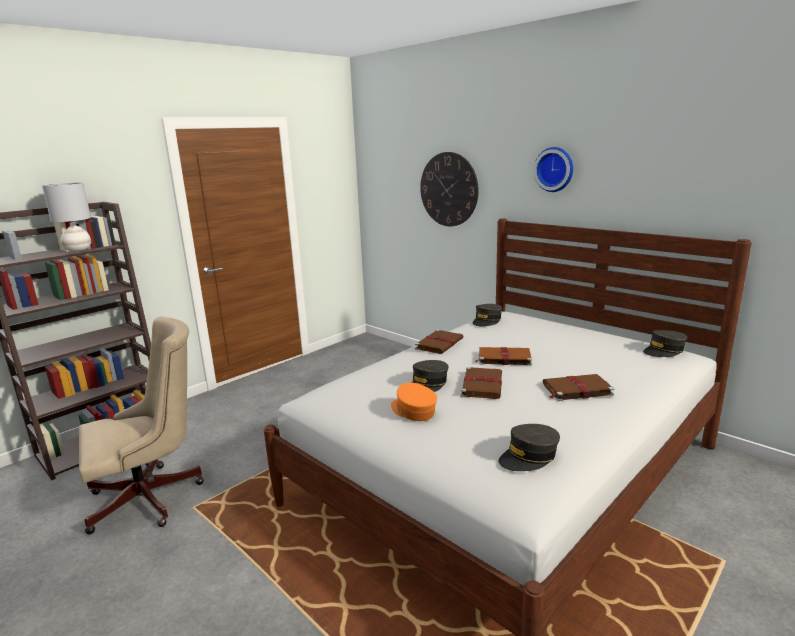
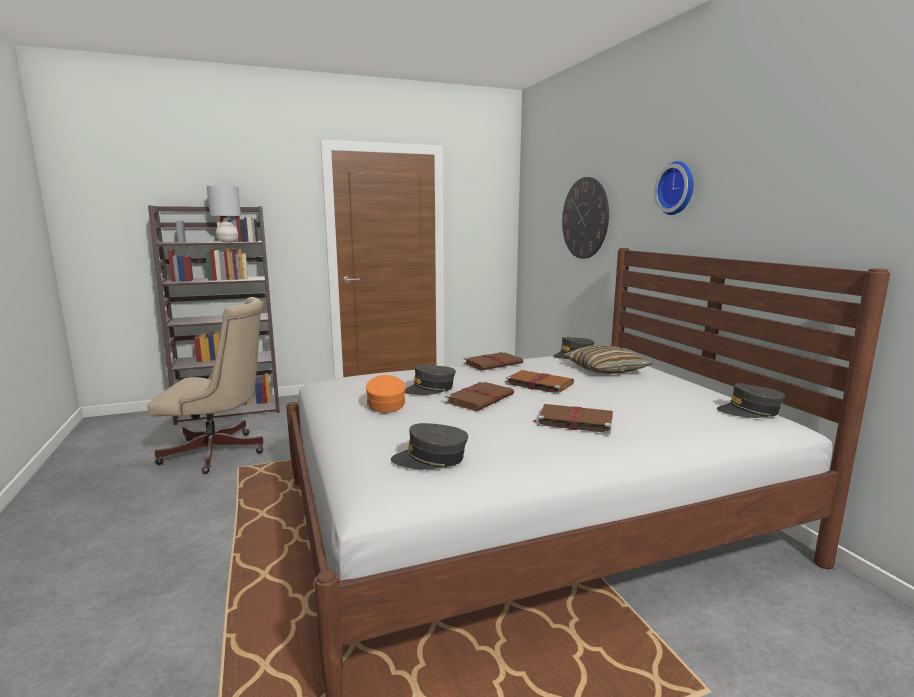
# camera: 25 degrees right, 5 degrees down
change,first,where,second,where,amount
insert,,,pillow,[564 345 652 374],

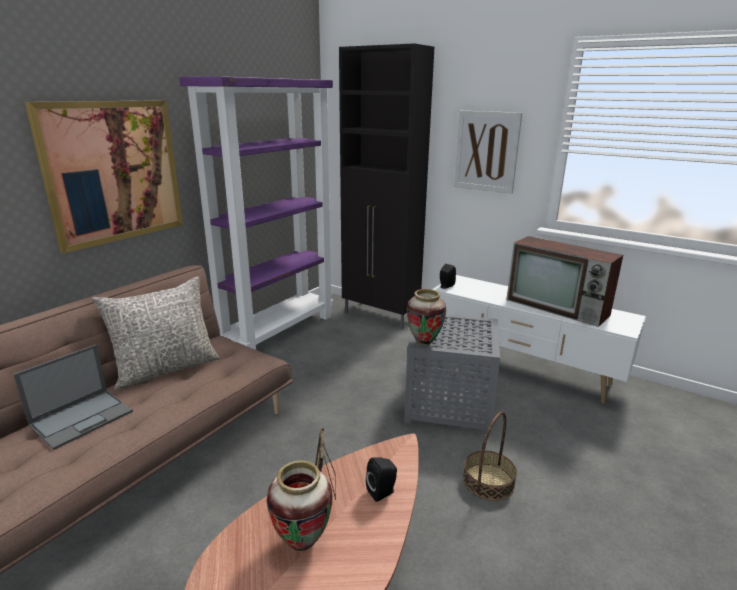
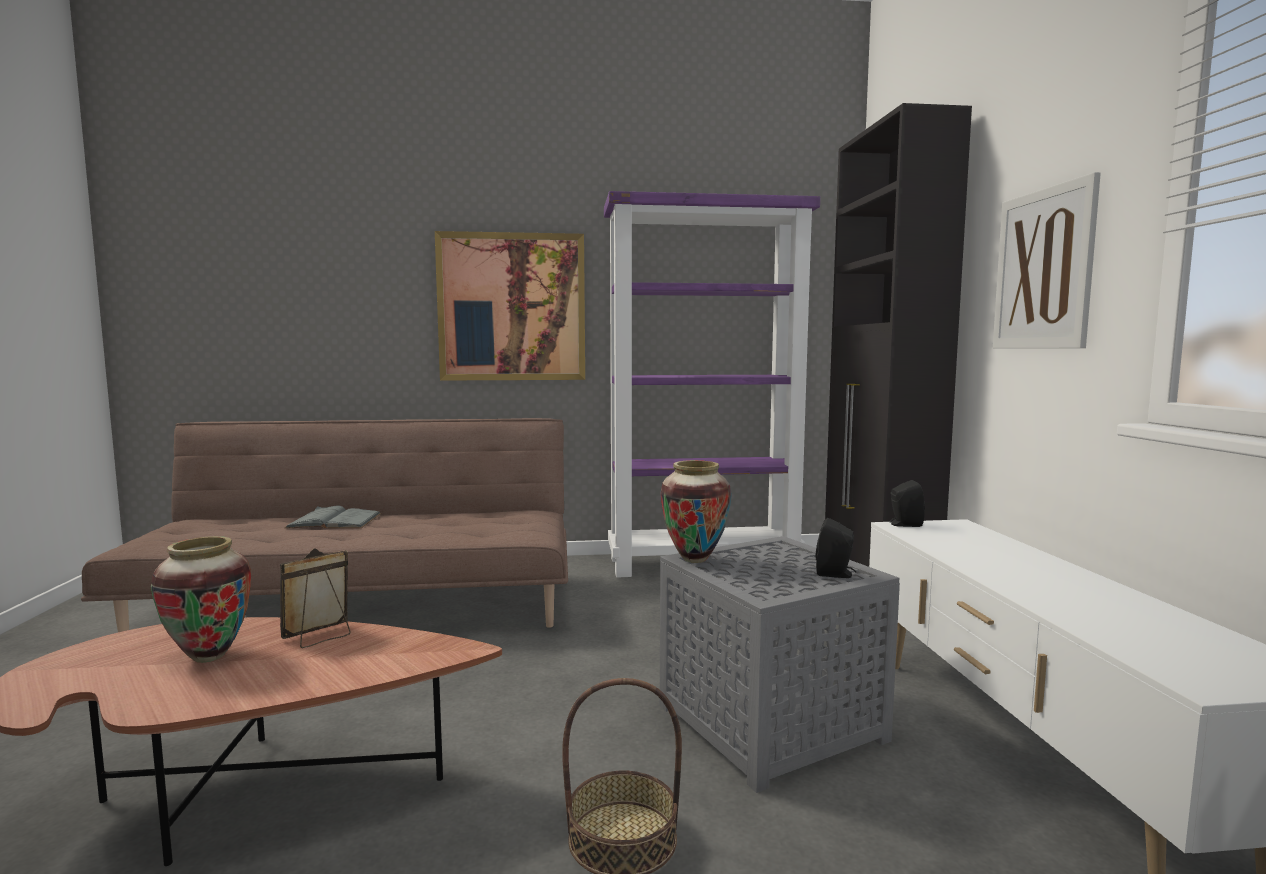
# camera: 50 degrees right, 15 degrees down
change,first,where,second,where,amount
delete,grey pillow,[92 276 220 390],,,
delete,television,[507 236 623 327],,,
move,black speaker,[366 457 397 502],,[816 518 856 578],
replace,laptop,[13 344 133 450],grey book,[284 506 381 528],

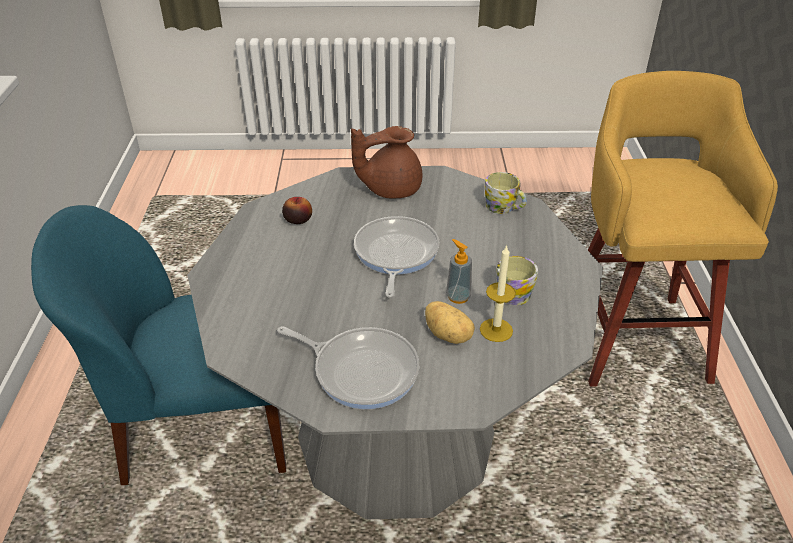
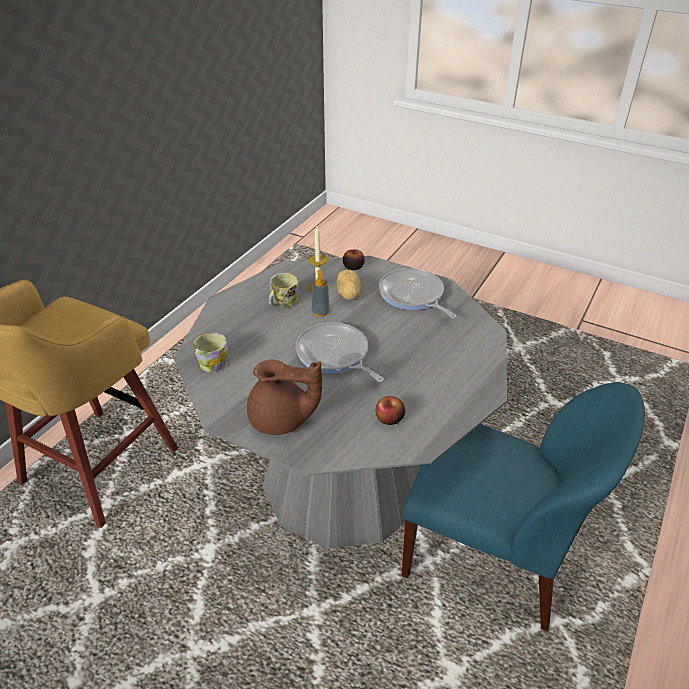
# camera: 150 degrees left, 0 degrees up
change,first,where,second,where,amount
insert,,,apple,[343 249 365 270],
rotate,frying pan,[354 216 440 297],,[296 322 384 382],105 degrees clockwise

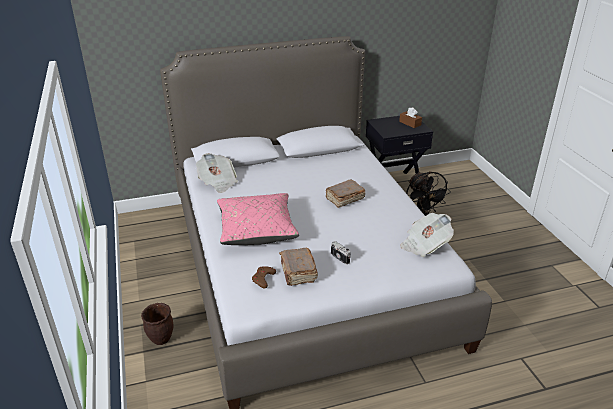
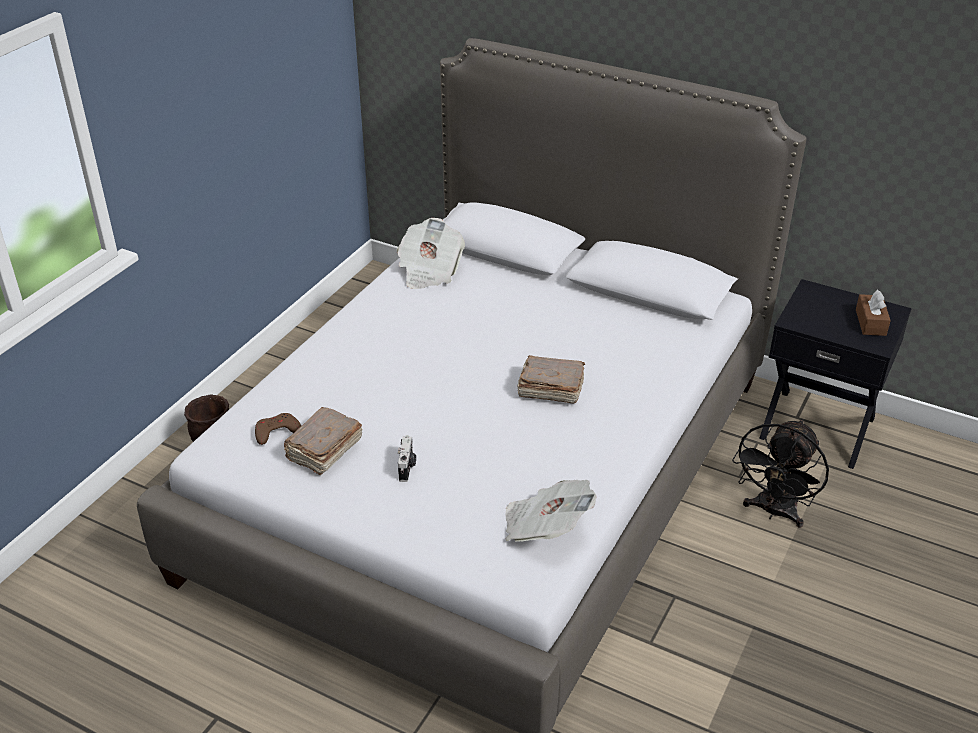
# camera: 45 degrees right, 5 degrees up
change,first,where,second,where,amount
delete,pink pillow,[217 193 299 245],,,

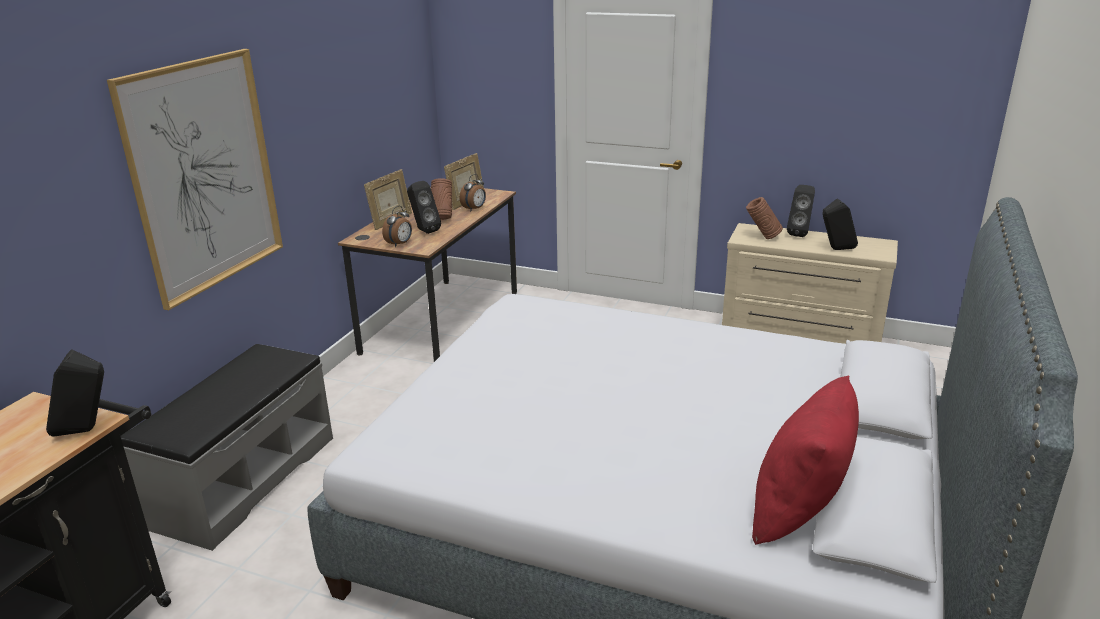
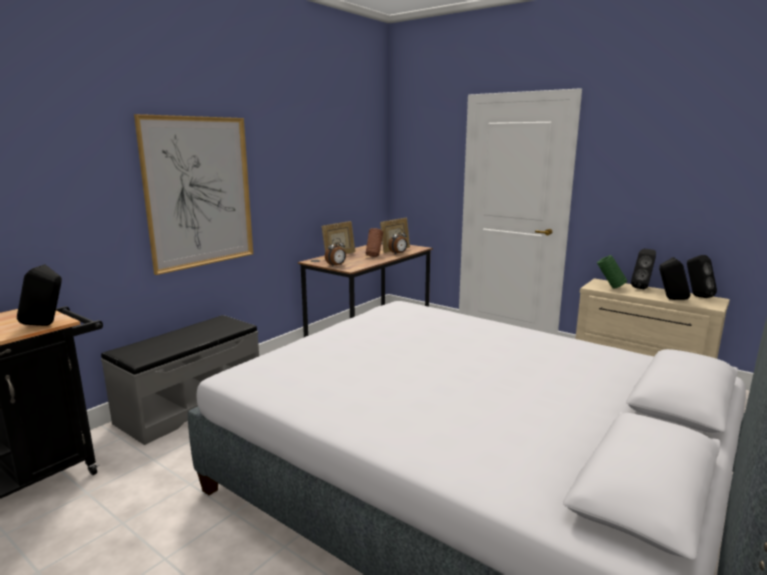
# camera: 15 degrees right, 10 degrees down
change,first,where,second,where,amount
delete,red pillow,[752 376 859 545],,,
move,black speaker,[407 181 441 234],,[687 255 717 298],
recolor,brown vase,[746 197 783 239],green vase,[597 255 627 289],

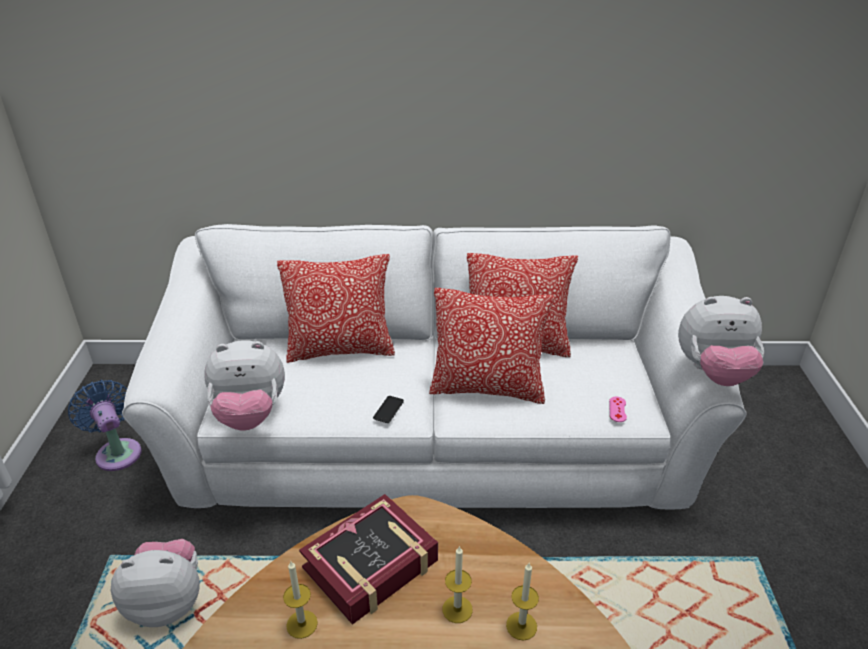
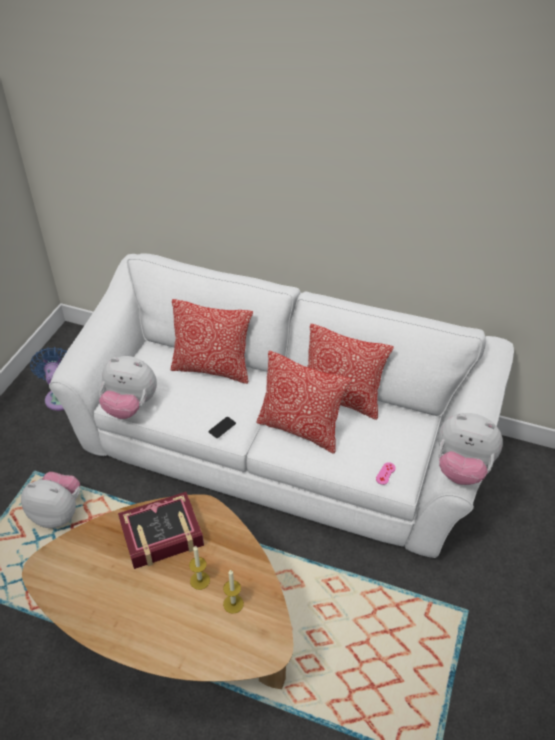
# camera: 20 degrees right, 10 degrees up
change,first,where,second,where,amount
delete,candle,[283 561 318 639],,,

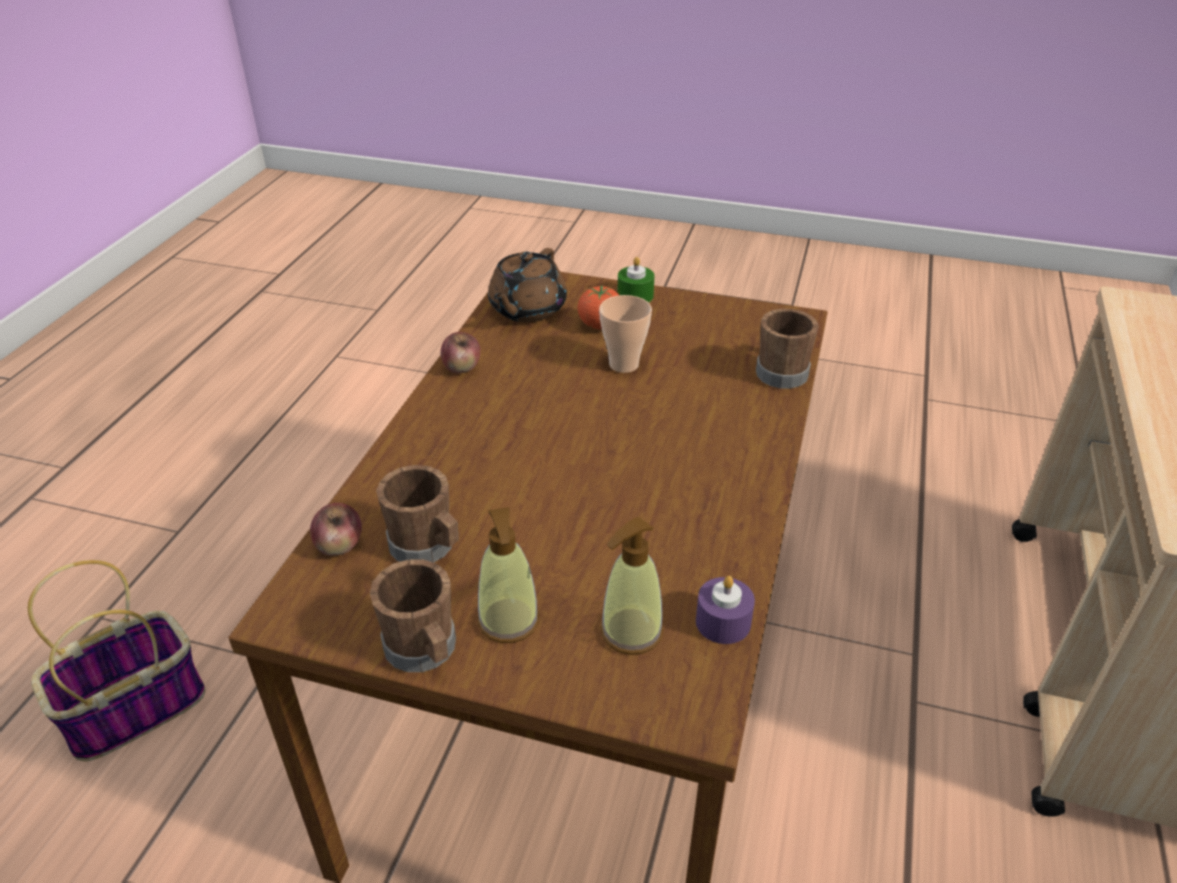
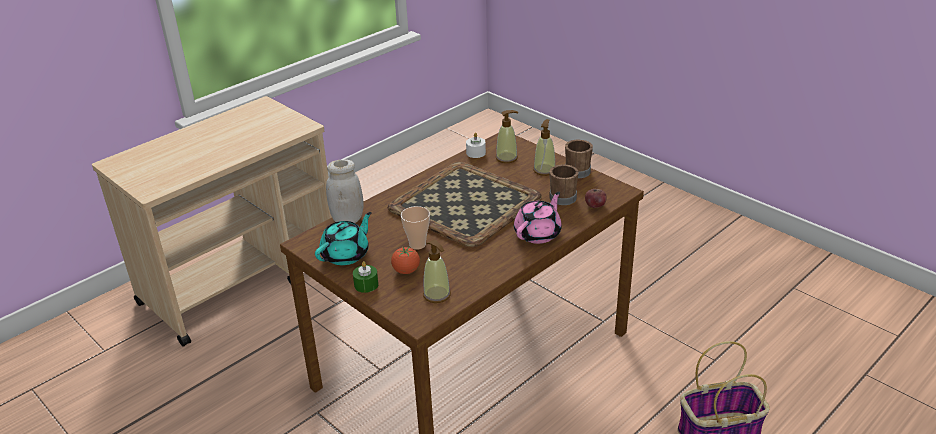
# camera: 150 degrees left, 5 degrees down
change,first,where,second,where,amount
delete,apple,[440 332 480 374],,,
insert,,,turquoise teapot,[315 212 372 265],
insert,,,tray,[388 162 542 248],
insert,,,pink teapot,[514 192 562 244],
replace,brown teapot,[488 248 567 322],soap dispenser,[423 240 451 303],
replace,brown mug,[756 309 819 389],white jar,[326 160 364 223],
recolor,purple candle,[696 576 755 644],white candle,[466 132 486 158],

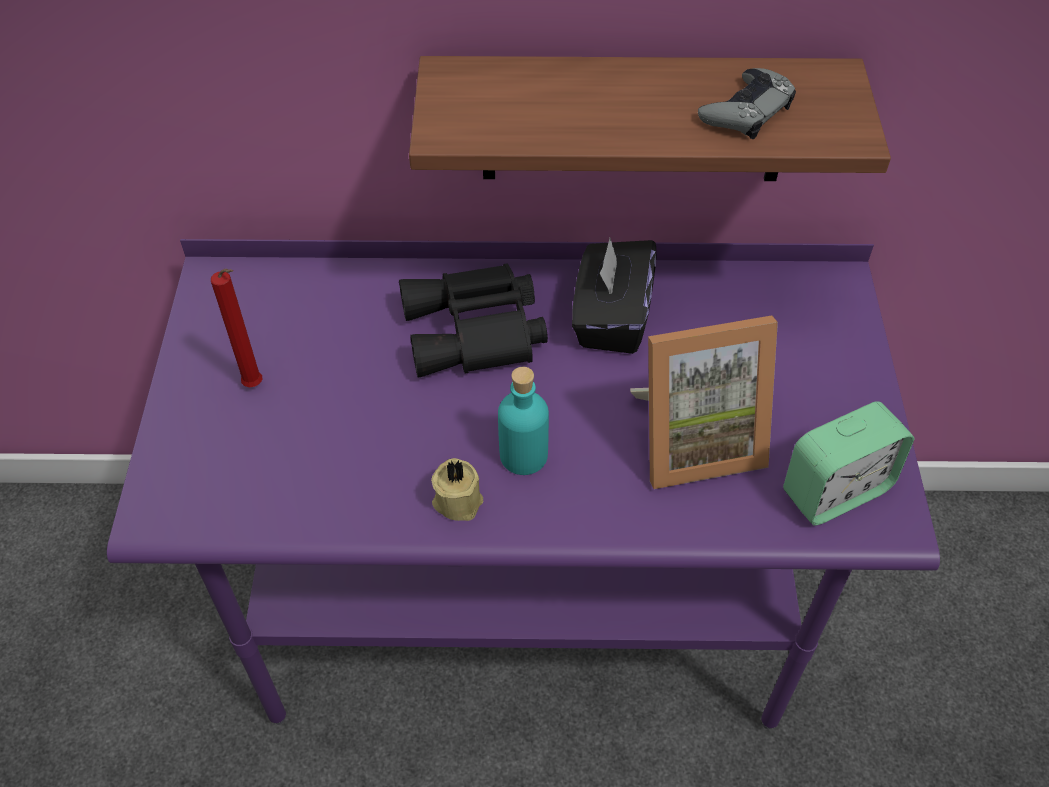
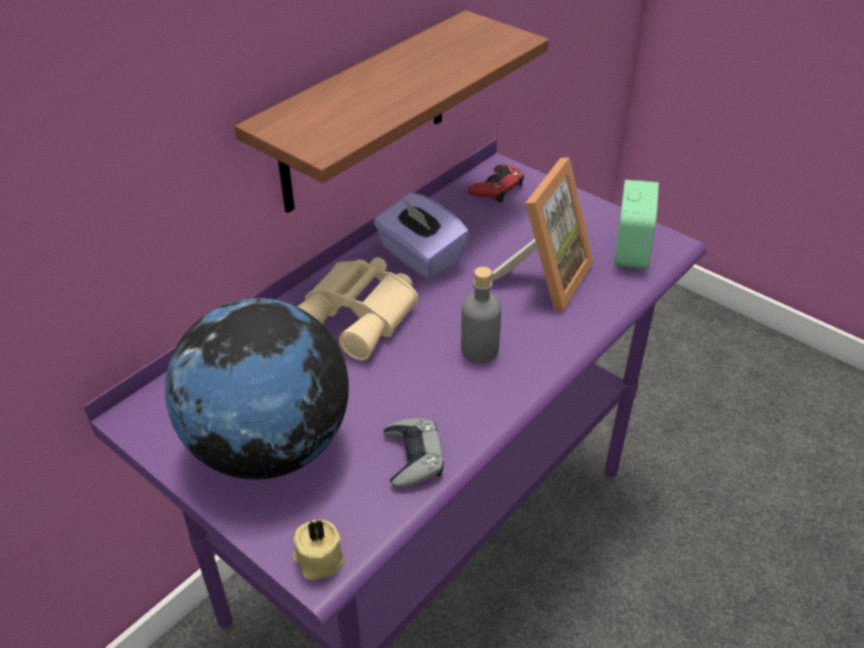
# camera: 50 degrees left, 10 degrees down
change,first,where,second,where,amount
insert,,,red game controller,[468 164 524 203],
move,beige candle,[431 458 483 521],,[293 519 345 580],
move,grey game controller,[698 68 796 139],,[383 418 444 489],
replace,red candle,[211 269 263 387],globe,[165 298 349 480],
recolor,black binoculars,[399 263 548 377],beige binoculars,[297 257 419 361],
recolor,turquoise bottle,[498 367 549 475],grey bottle,[461 267 501 363],
recolor,black tissue box,[572 238 656 354],purple tissue box,[374 192 469 280],

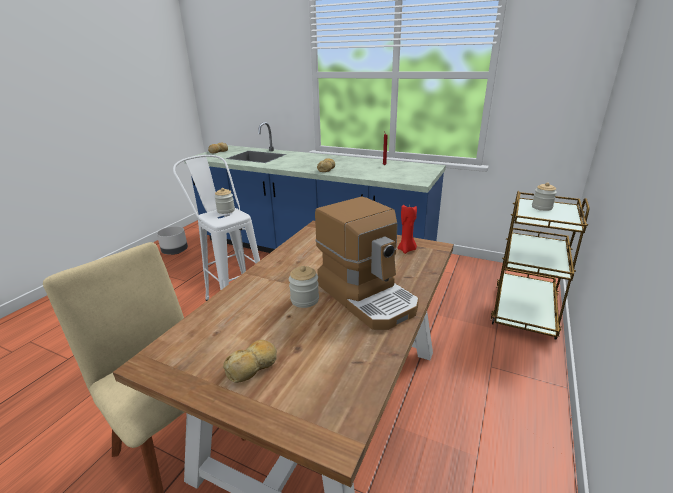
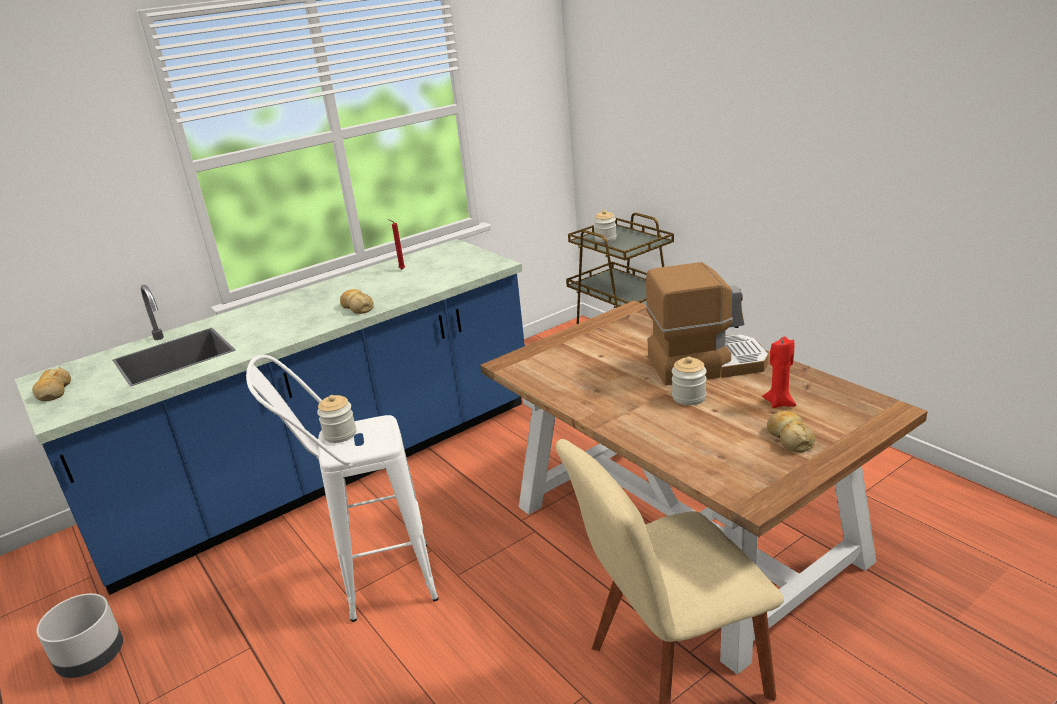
# camera: 60 degrees left, 0 degrees up
change,first,where,second,where,amount
move,red candle,[398 203 417 254],,[762 336 796 408],

